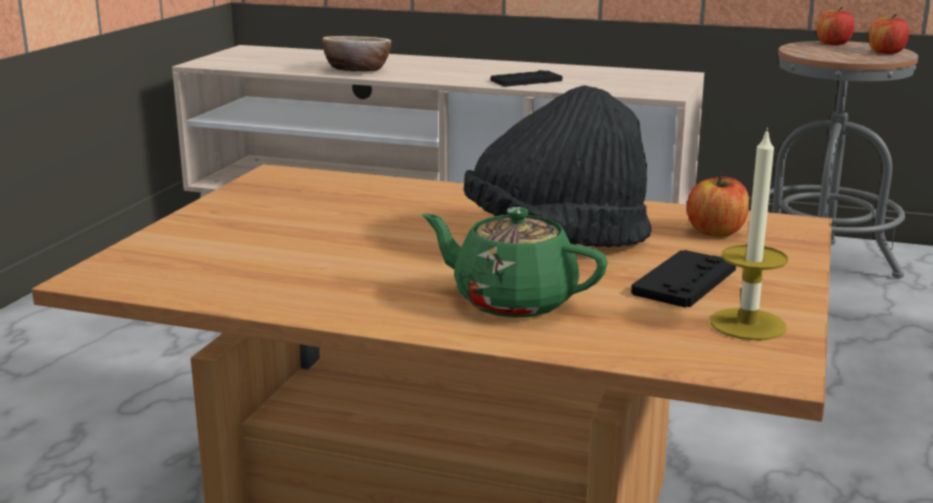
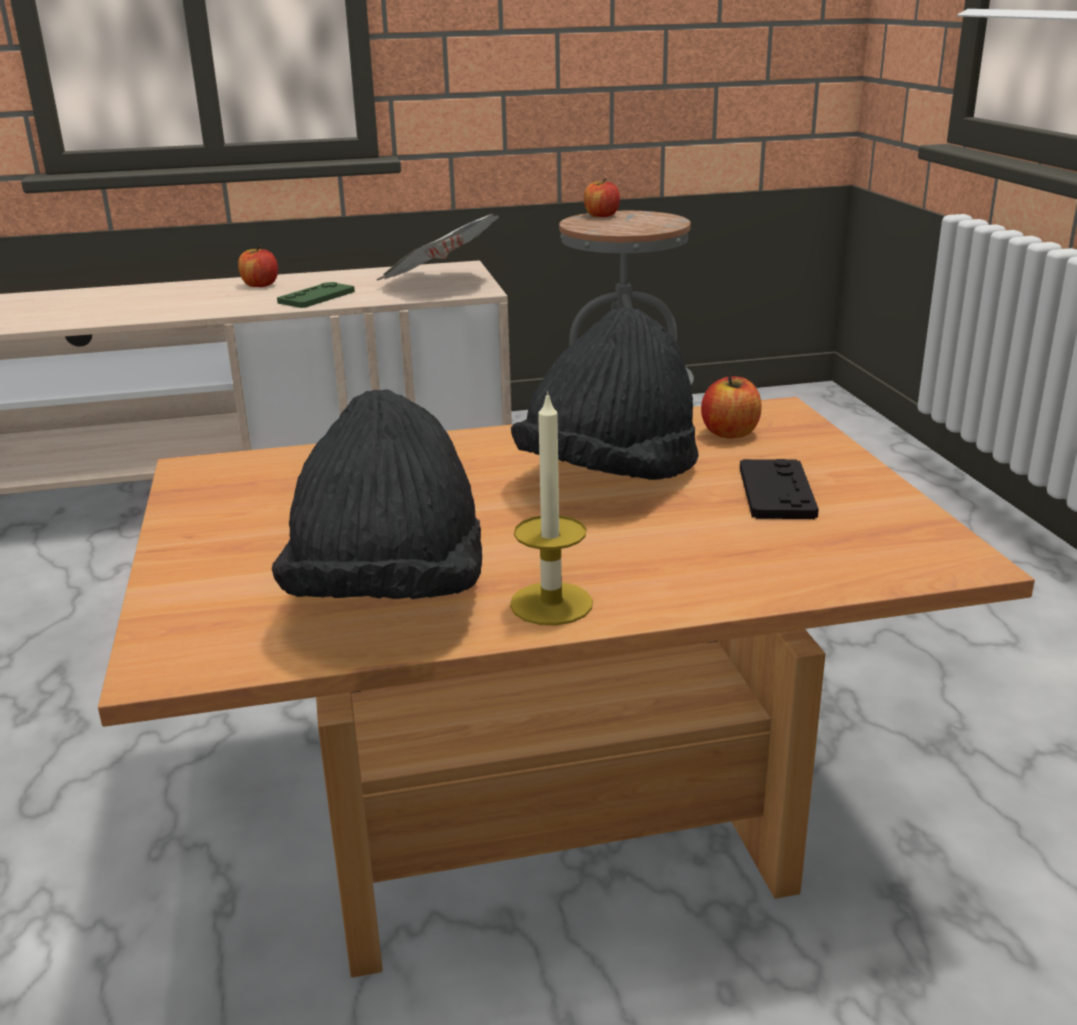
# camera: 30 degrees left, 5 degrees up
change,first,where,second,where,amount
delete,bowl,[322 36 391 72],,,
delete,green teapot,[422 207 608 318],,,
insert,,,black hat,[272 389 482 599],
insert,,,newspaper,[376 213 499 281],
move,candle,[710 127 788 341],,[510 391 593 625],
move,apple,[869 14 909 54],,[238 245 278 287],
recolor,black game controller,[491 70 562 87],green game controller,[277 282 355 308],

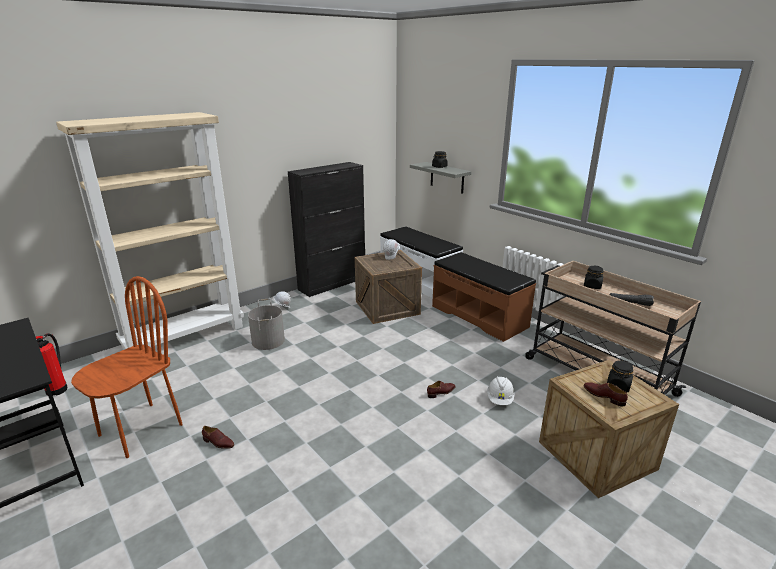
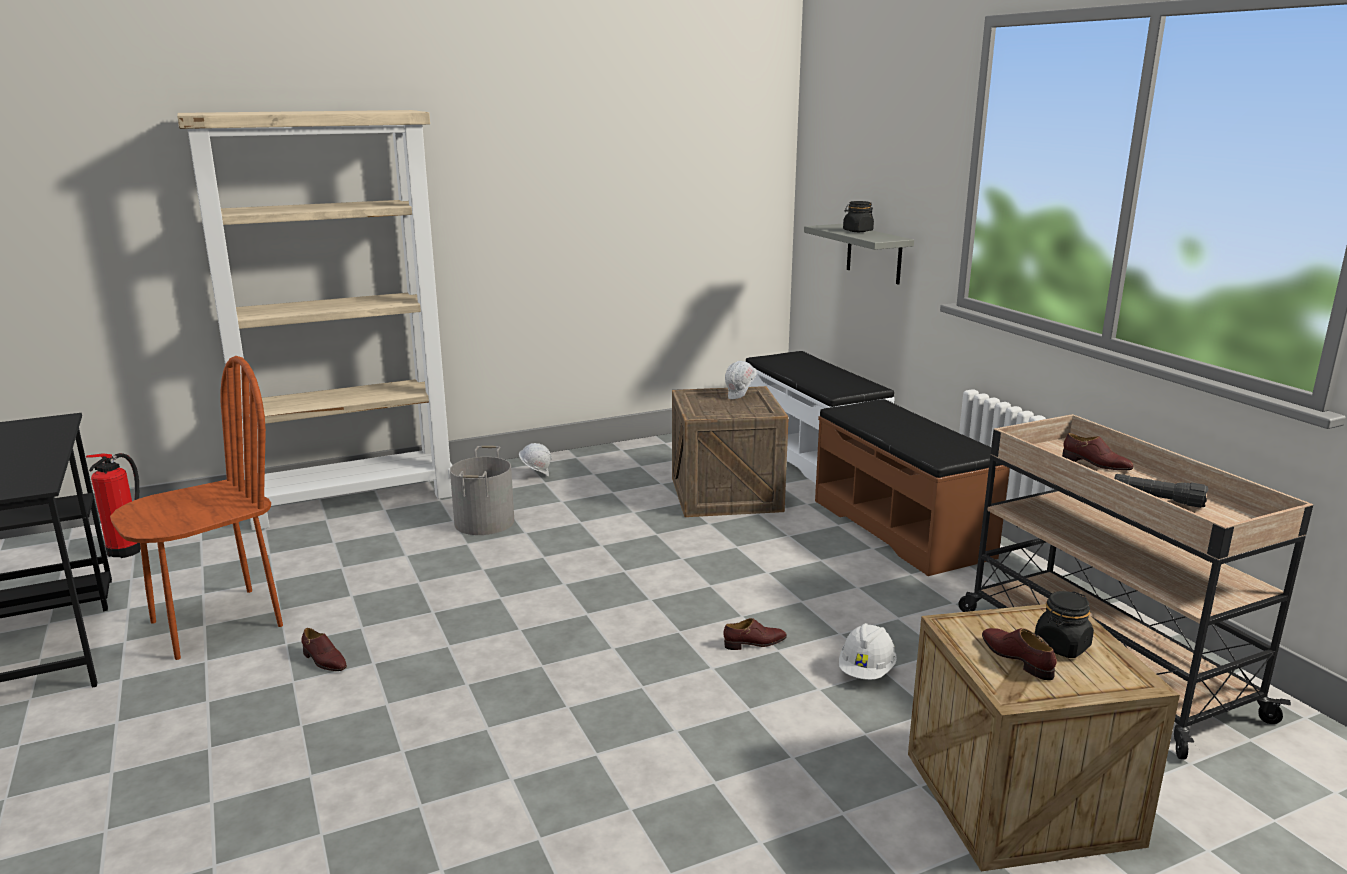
# camera: 15 degrees right, 5 degrees down
change,first,where,second,where,amount
delete,black cabinet,[288 162 365 297],,,
replace,black jar,[584 265 604 289],brown shoe,[1062 433 1134 470],

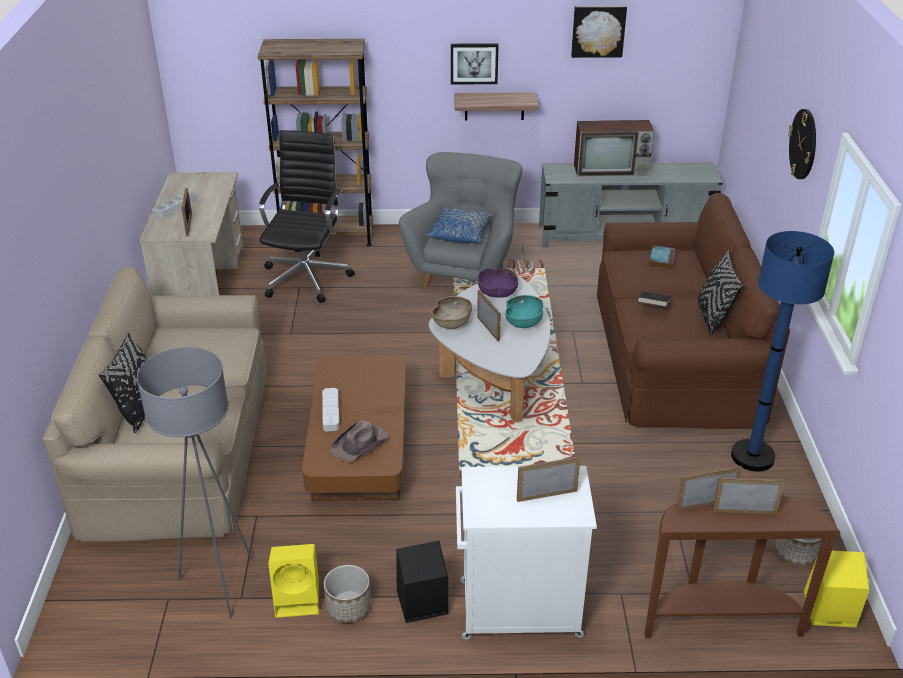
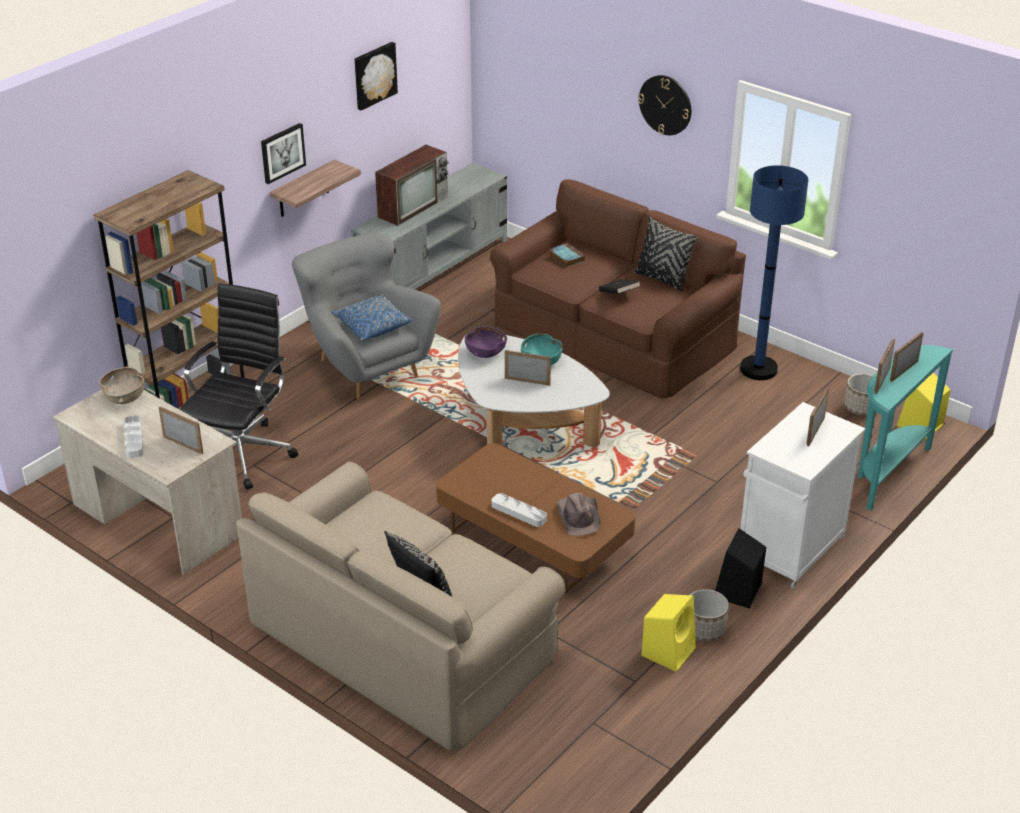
# camera: 50 degrees left, 0 degrees up
change,first,where,second,where,amount
delete,grey floor lamp,[137 347 252 618],,,
move,brown bowl,[431 296 472 329],,[99 367 145 404],
recolor,brown console table,[645 496 841 639],turquoise console table,[857 345 953 511],
rotate,black office chair,[259 130 355 303],,[180 283 298 489],60 degrees clockwise

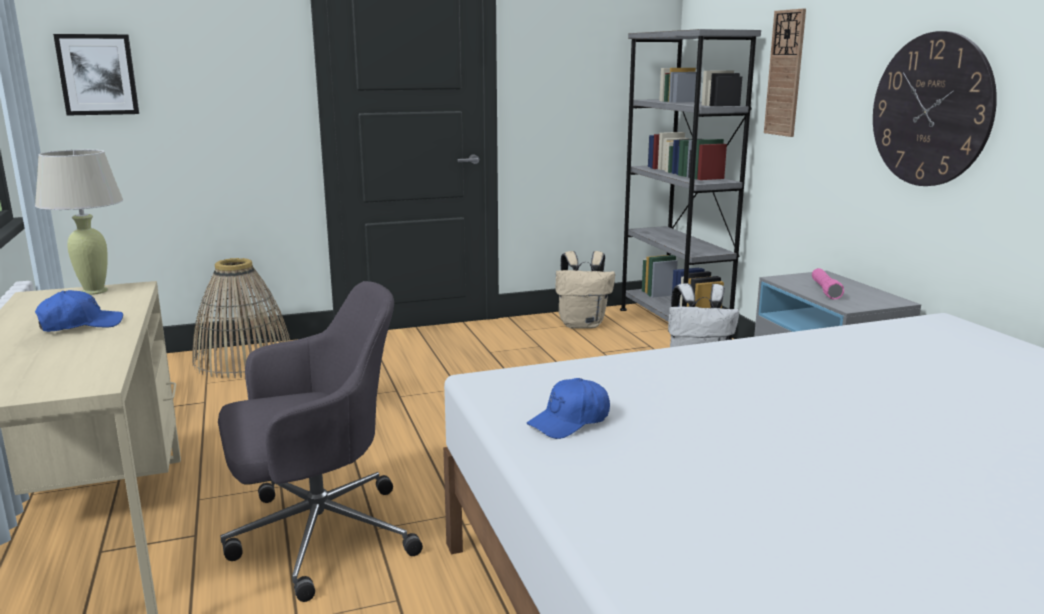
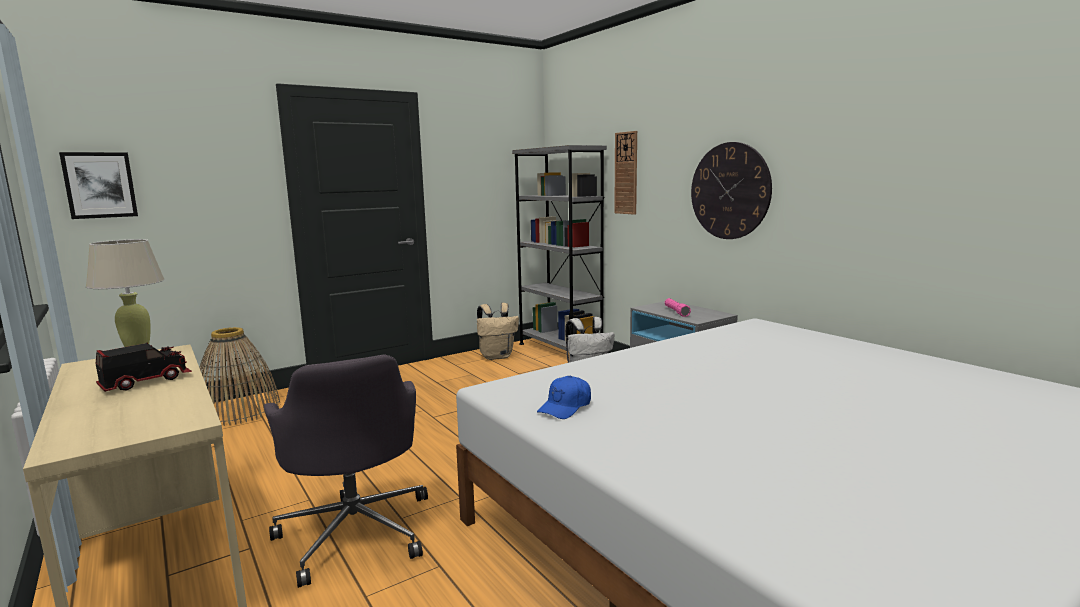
# camera: 15 degrees left, 5 degrees down
change,first,where,second,where,amount
replace,blue cap,[35 290 123 332],toy truck,[96 342 192 392],
rotate,grey office chair,[218 281 423 602],,[264 355 428 588],105 degrees clockwise

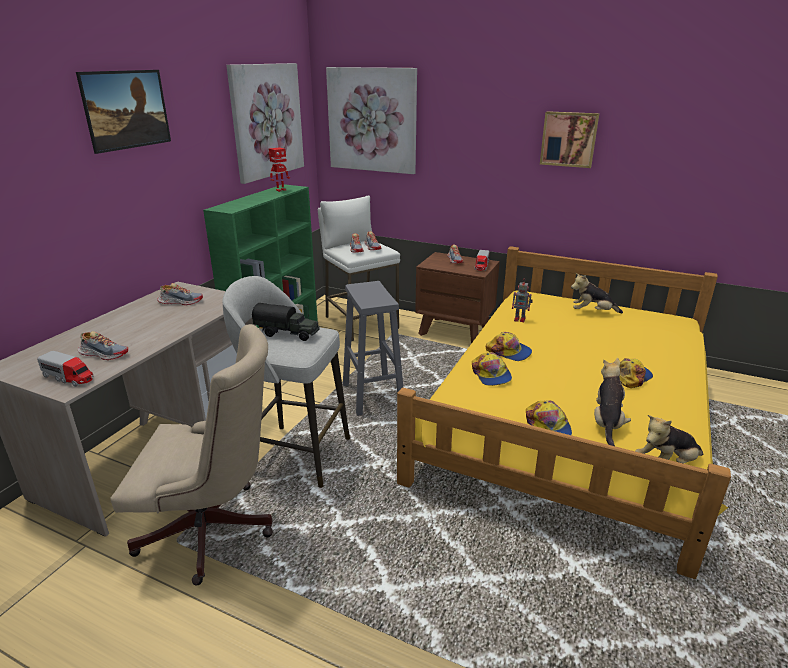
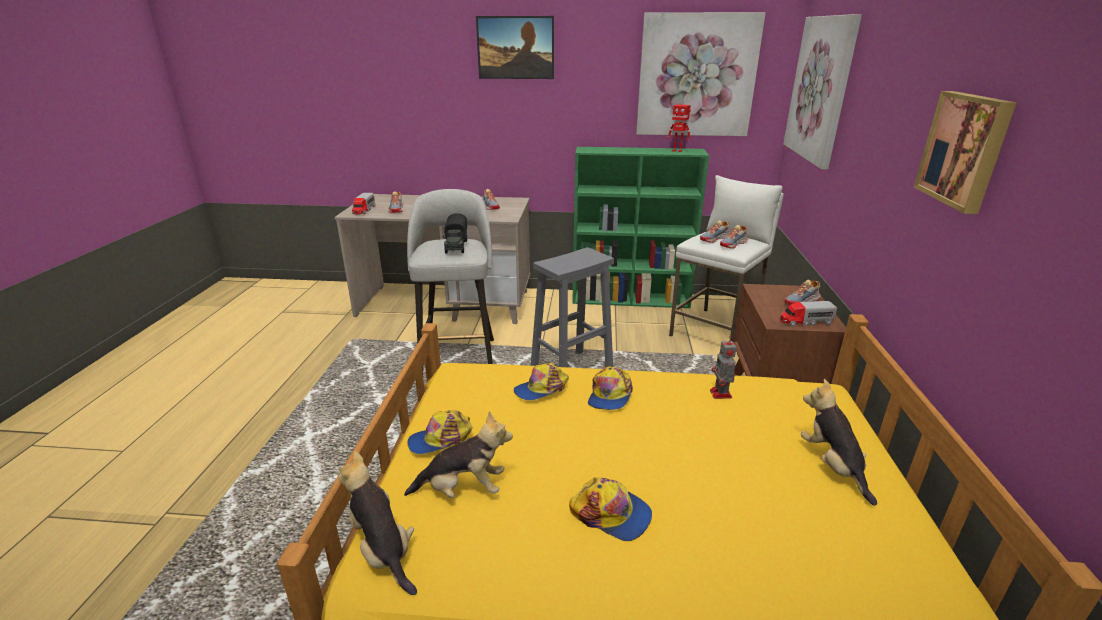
# camera: 70 degrees right, 0 degrees up
change,first,where,second,where,amount
delete,beige office chair,[110 324 273 586],,,

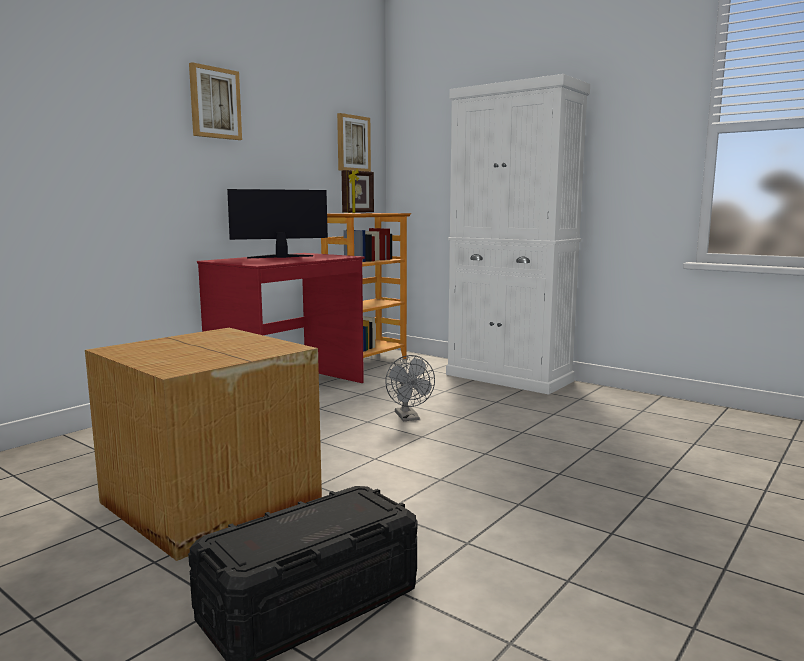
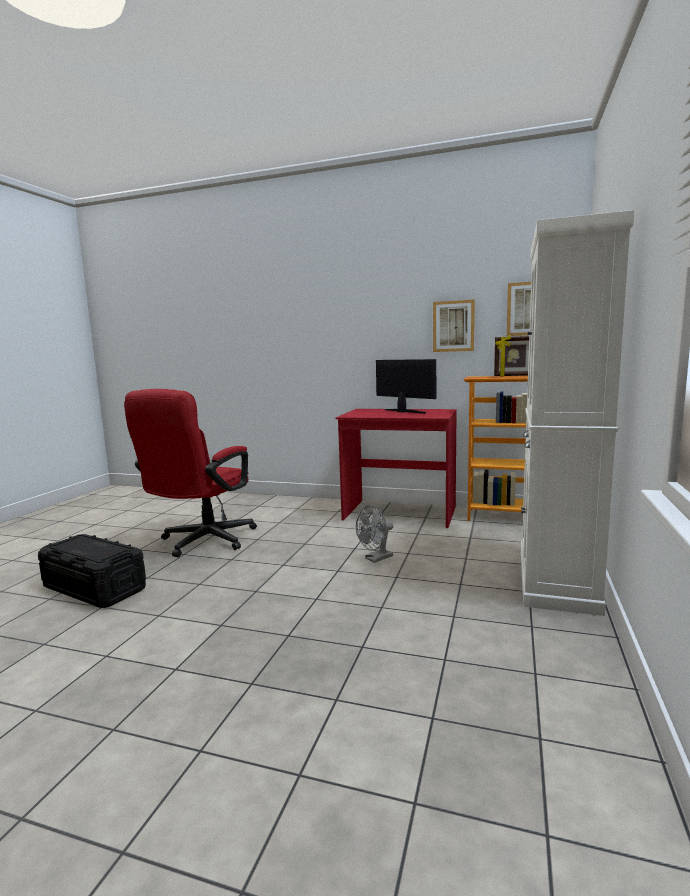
# camera: 70 degrees right, 0 degrees up
change,first,where,second,where,amount
move,picture,[189 62 242 140],,[433 300 475 352],
replace,cardboard box,[85 328 322 561],red office chair,[124 389 257 557],

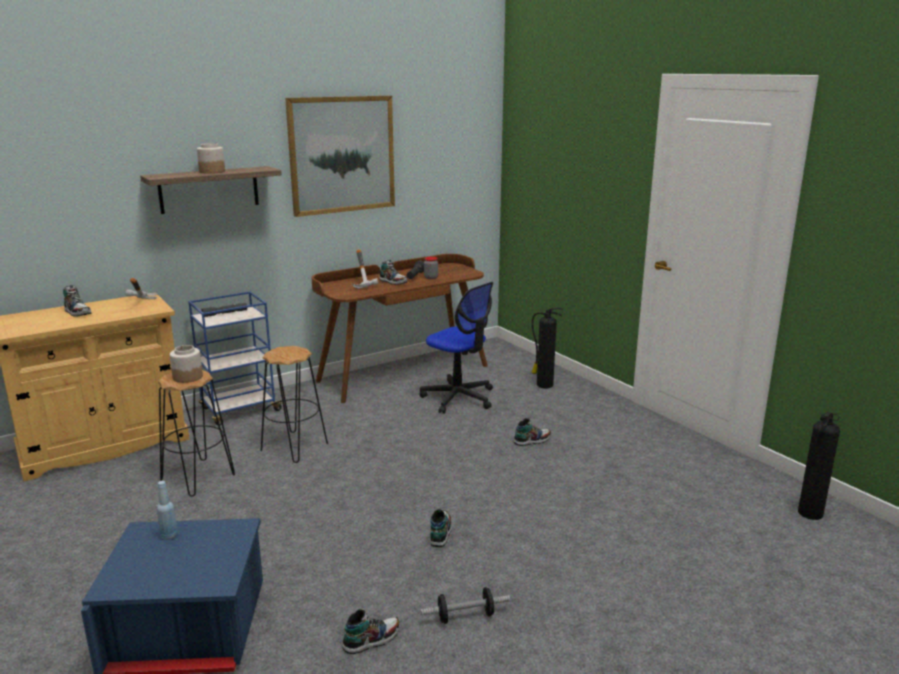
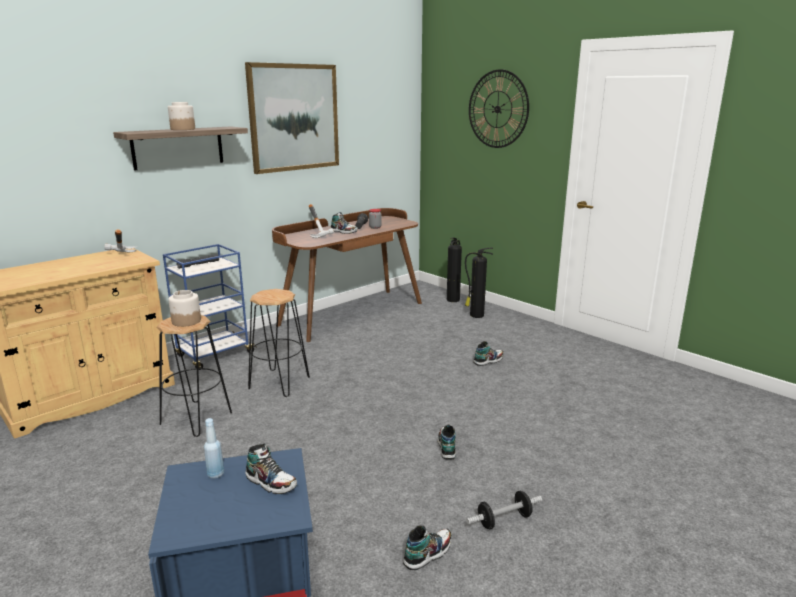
# camera: 10 degrees left, 0 degrees up
change,first,where,second,where,amount
delete,office chair,[420 282 493 414],,,
insert,,,wall clock,[469 69 529 148],
move,shoe,[63 285 92 316],,[245 443 297 494],
move,fire extinguisher,[798 412 840 520],,[447 238 462 302],

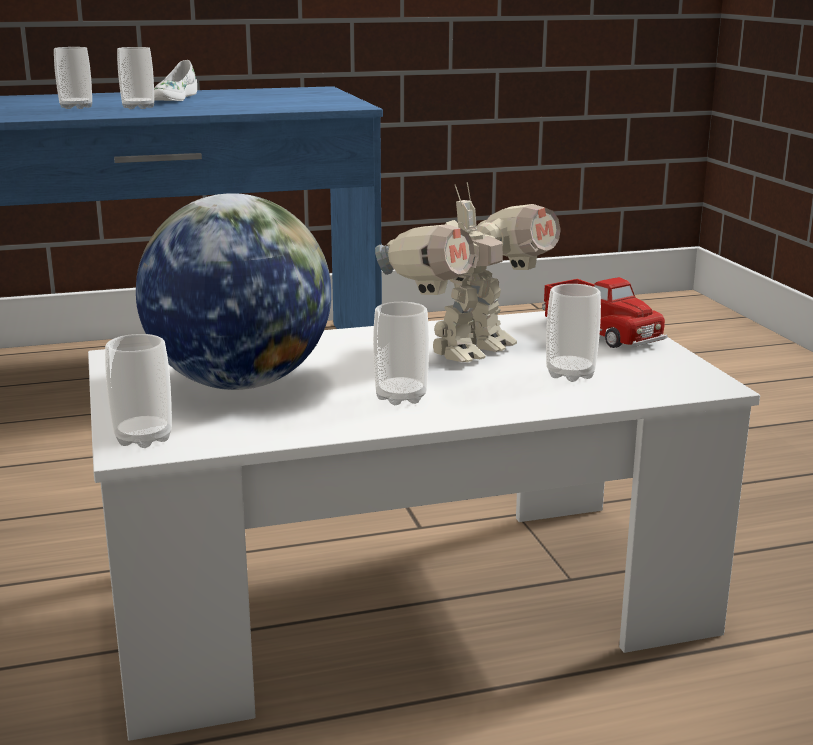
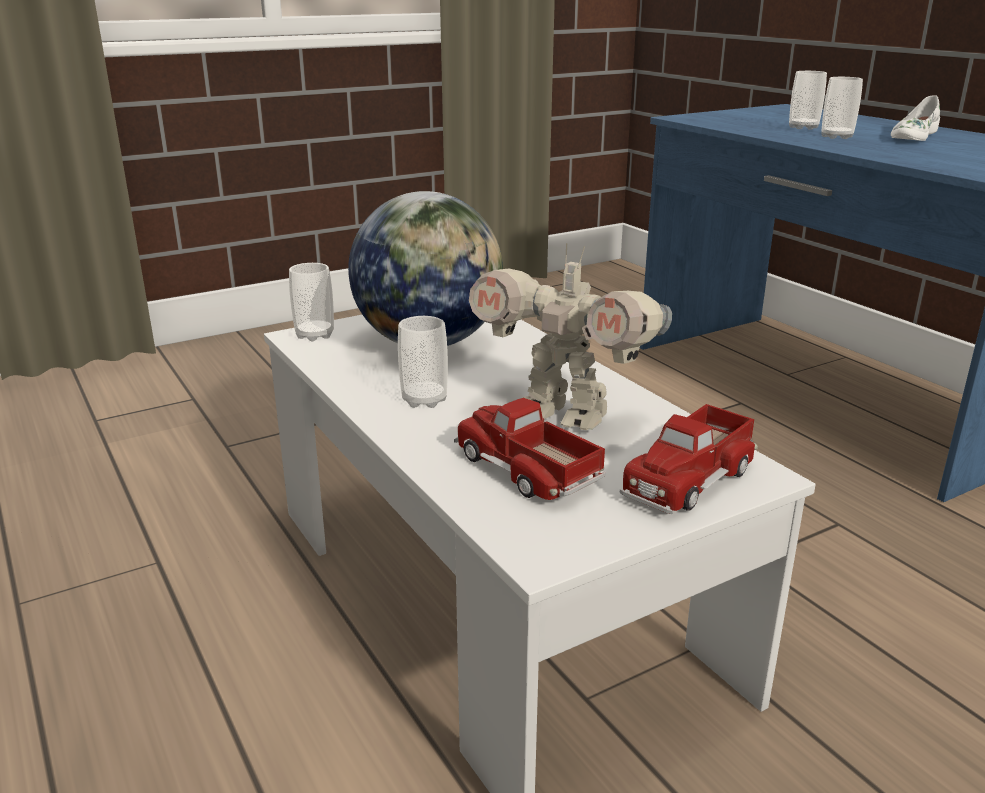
# camera: 75 degrees right, 5 degrees up
change,first,where,second,where,amount
replace,cup,[546 284 601 382],toy truck,[454 398 606 500],
rotate,white shoe,[154 60 197 101],,[891 95 940 141],45 degrees counterclockwise

